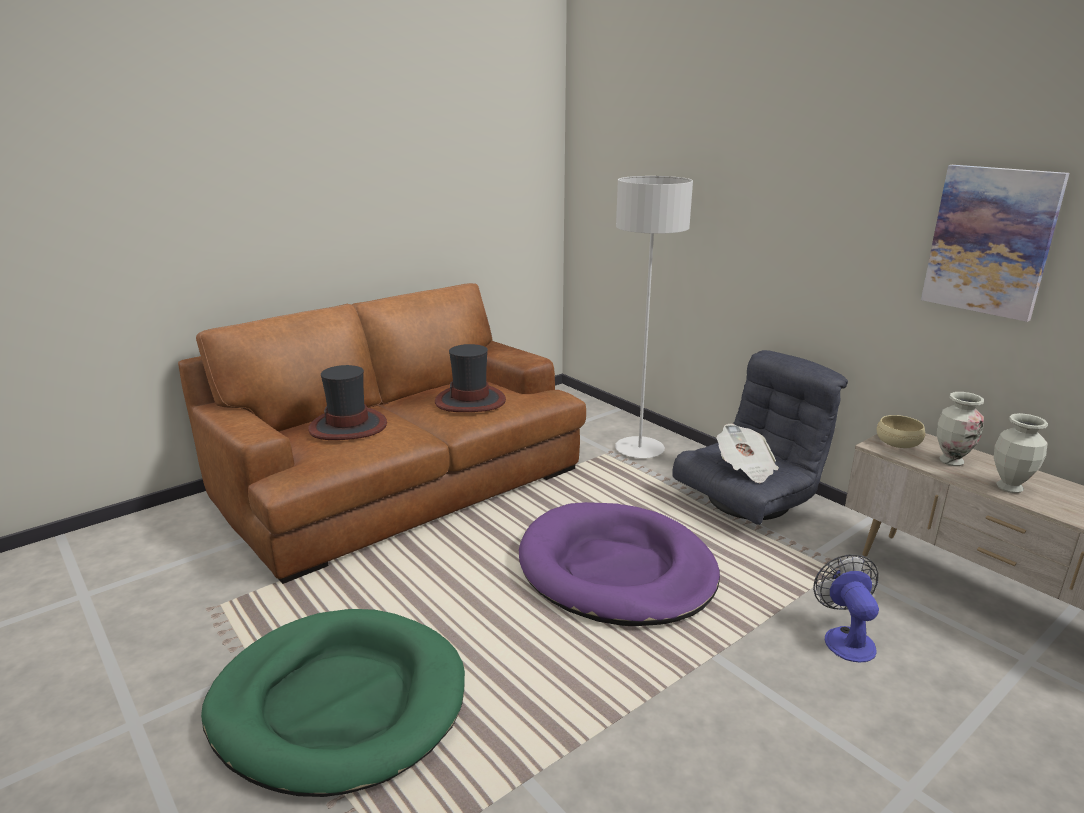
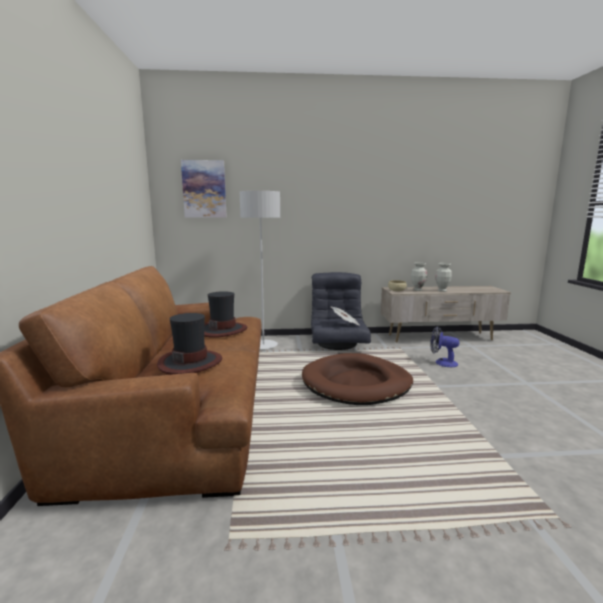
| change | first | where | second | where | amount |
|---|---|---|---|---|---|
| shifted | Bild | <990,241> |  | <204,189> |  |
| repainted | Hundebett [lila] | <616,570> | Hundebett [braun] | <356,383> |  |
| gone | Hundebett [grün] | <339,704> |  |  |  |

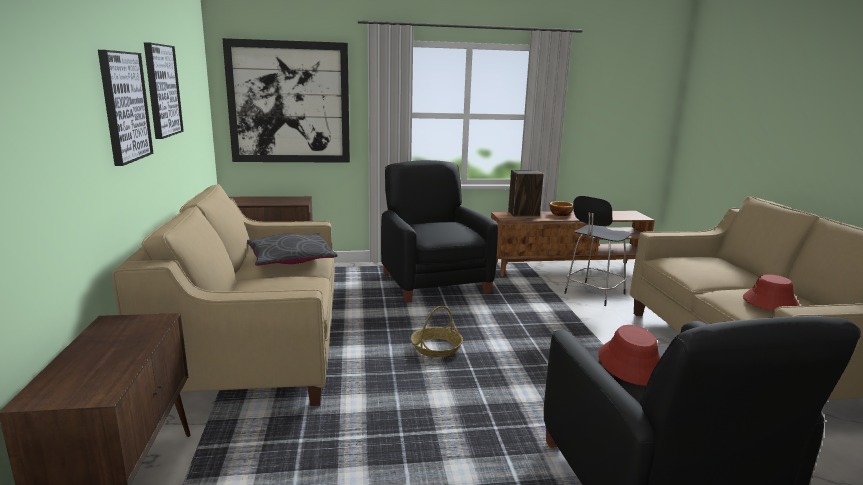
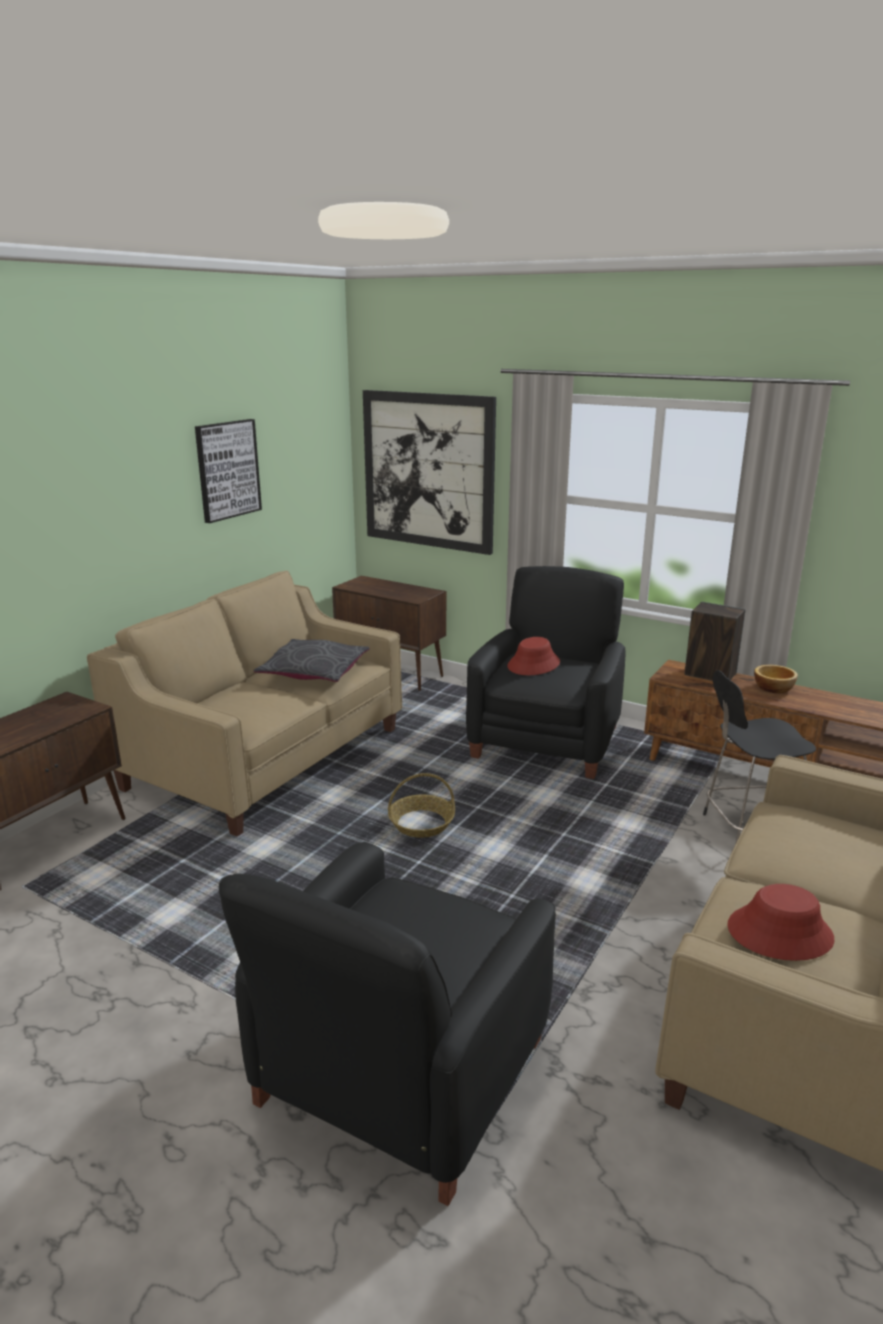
| change | first | where | second | where | amount |
|---|---|---|---|---|---|
| gone | Bild | <124,106> |  |  |  |
| shifted | Hut [rot] | <632,363> |  | <534,664> |  |

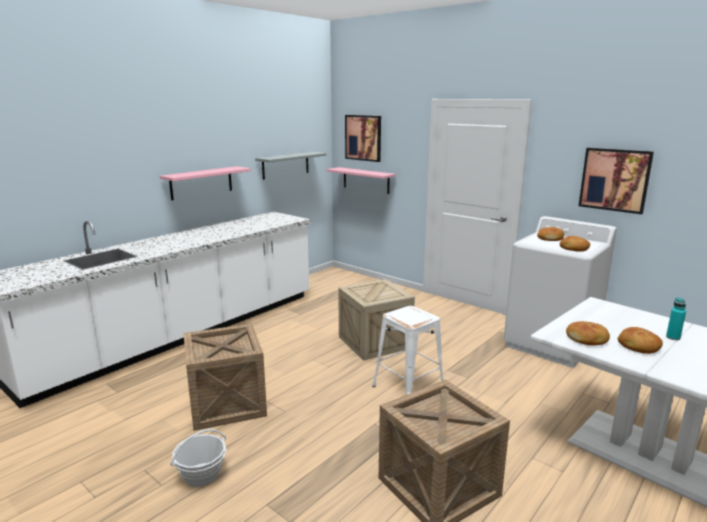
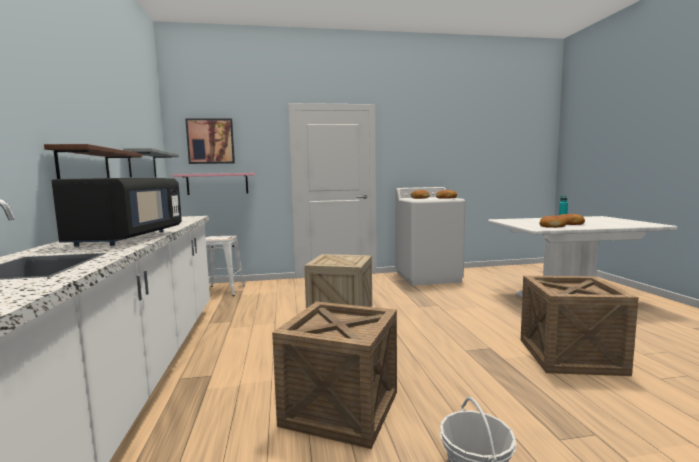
| change | first | where | second | where | amount |
|---|---|---|---|---|---|
| gone | Bild | <614,180> |  |  |  |
| repainted | Wandregal [rosa] | <201,182> | Wandregal [braun] | <84,167> |  |
| shifted | Hocker [weiß] | <408,388> |  | <222,290> |  |
| new |  |  | Mikrowelle [schwarz] | <127,238> |  |

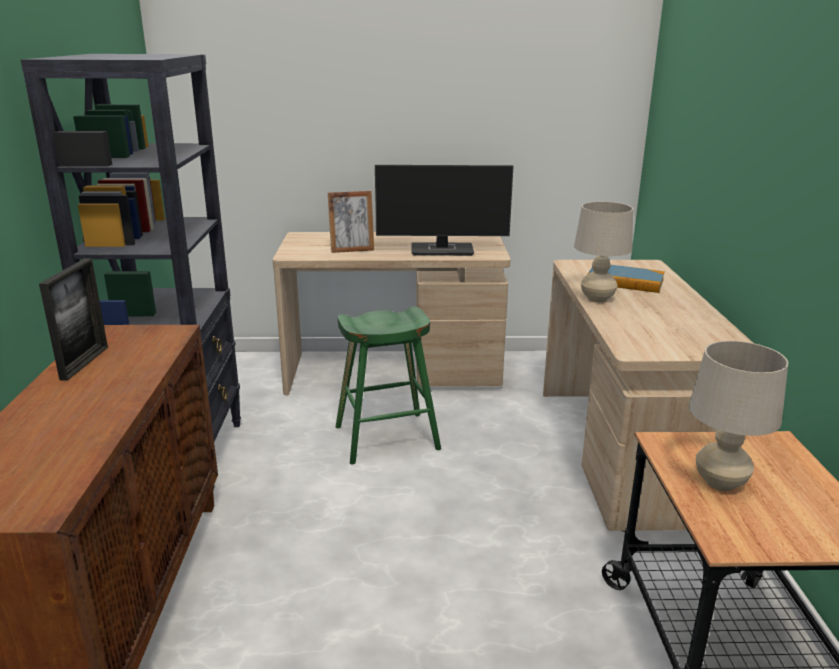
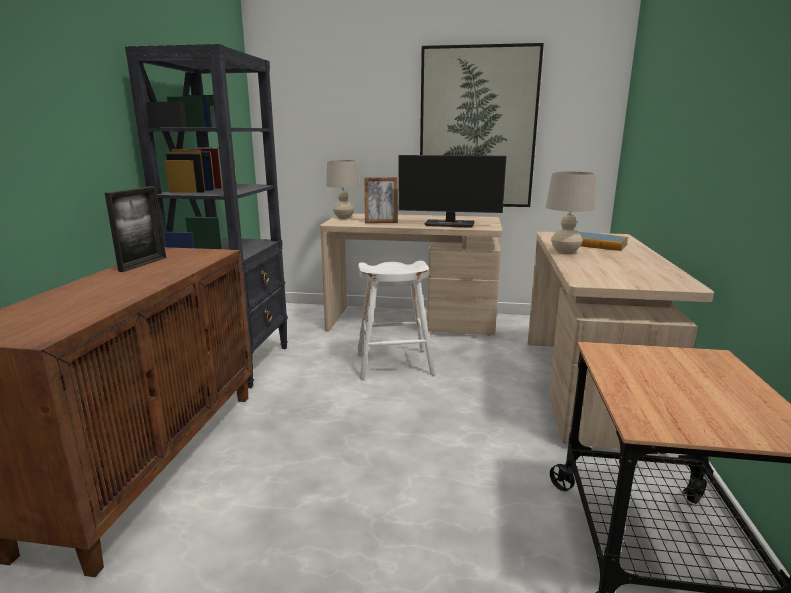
| change | first | where | second | where | amount |
|---|---|---|---|---|---|
| repainted | Hocker [grün] | <387,438> | Hocker [weiß] | <394,364> |  |
| shifted | Tischlampe [beige] | <720,482> |  | <343,218> |  |
| new |  |  | Bild | <477,129> |  |

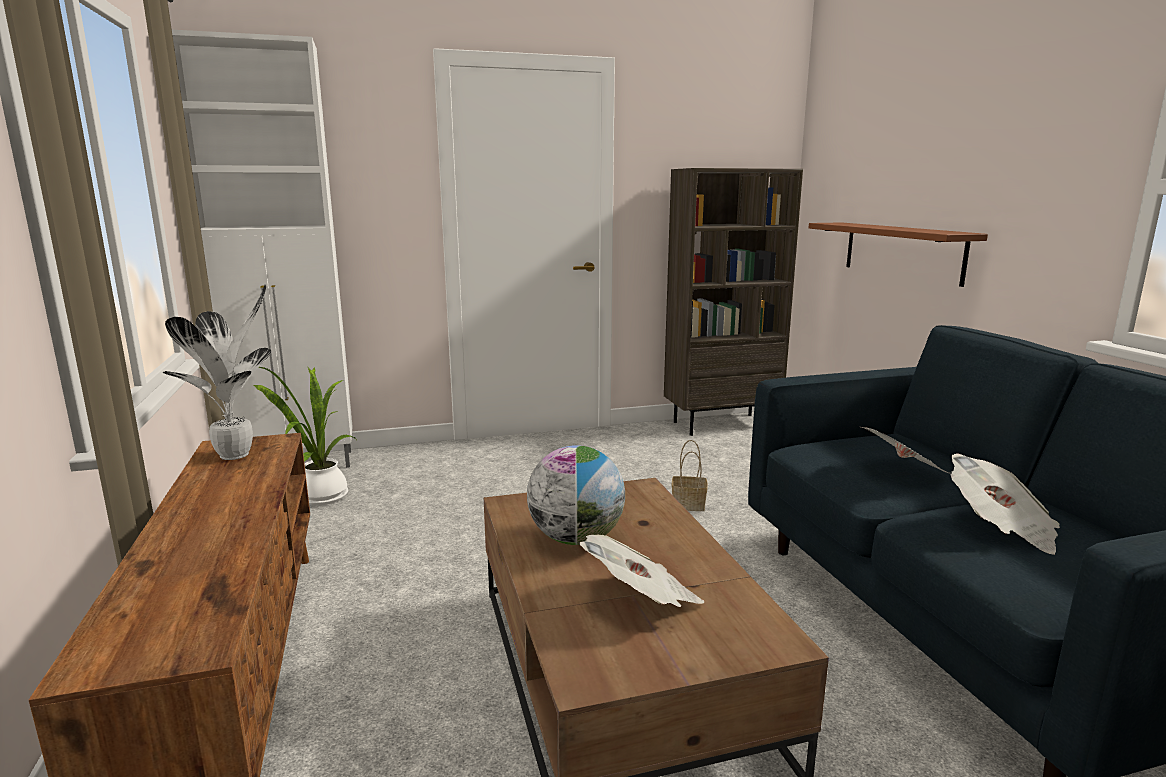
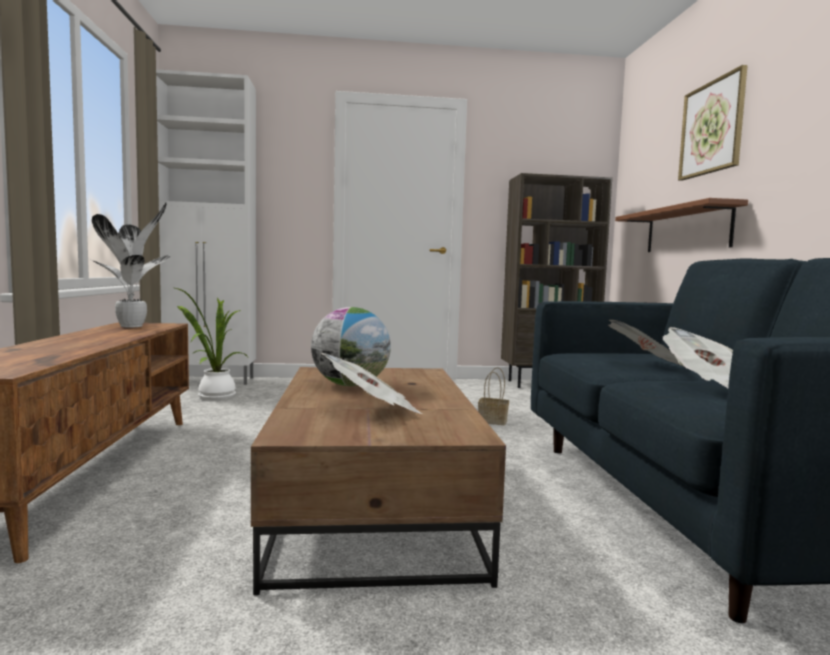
| change | first | where | second | where | amount |
|---|---|---|---|---|---|
| new |  |  | Bild | <712,128> |  |

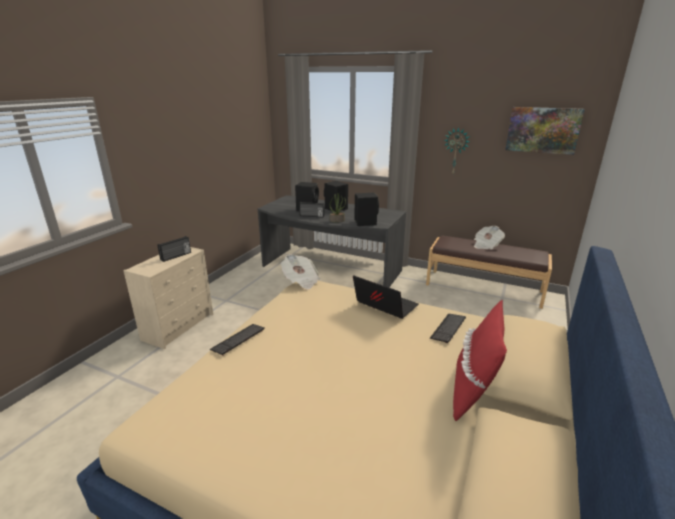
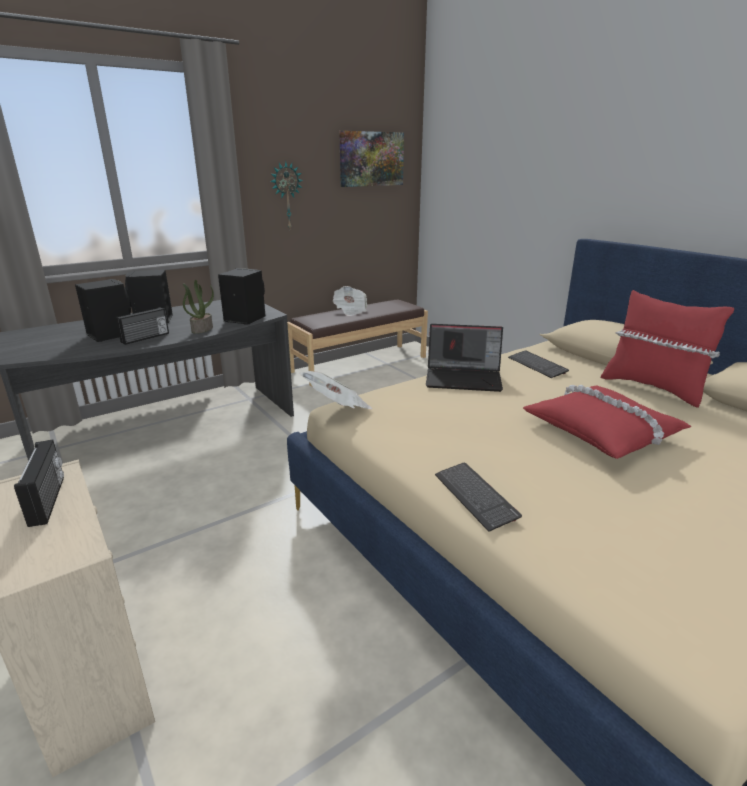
| change | first | where | second | where | amount |
|---|---|---|---|---|---|
| rotated | Laptop | <384,306> |  | <464,378> | 150 degrees counterclockwise |
| new |  |  | Kissen [rot] | <602,431> |  |

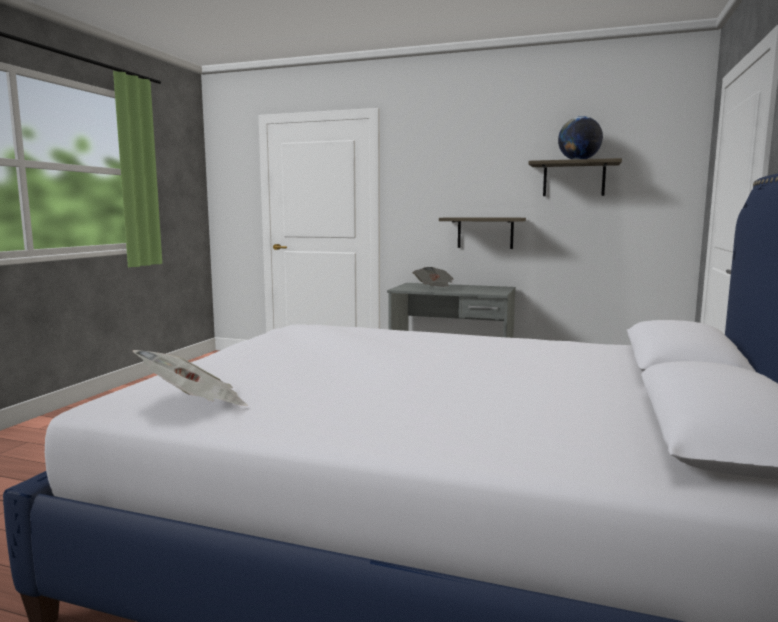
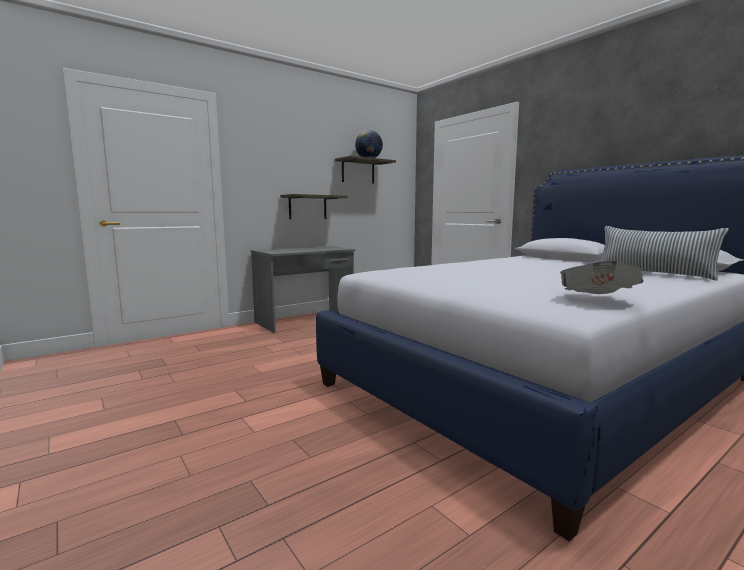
| change | first | where | second | where | amount |
|---|---|---|---|---|---|
| gone | Zeitung | <434,288> |  |  |  |
| new |  |  | Kissen | <653,274> |  |

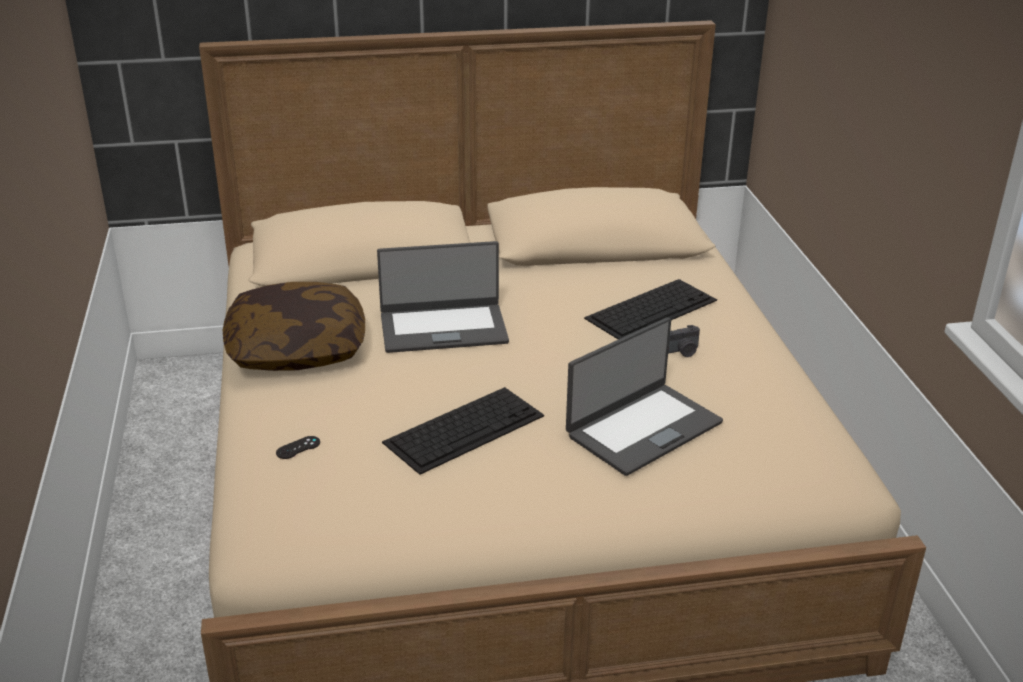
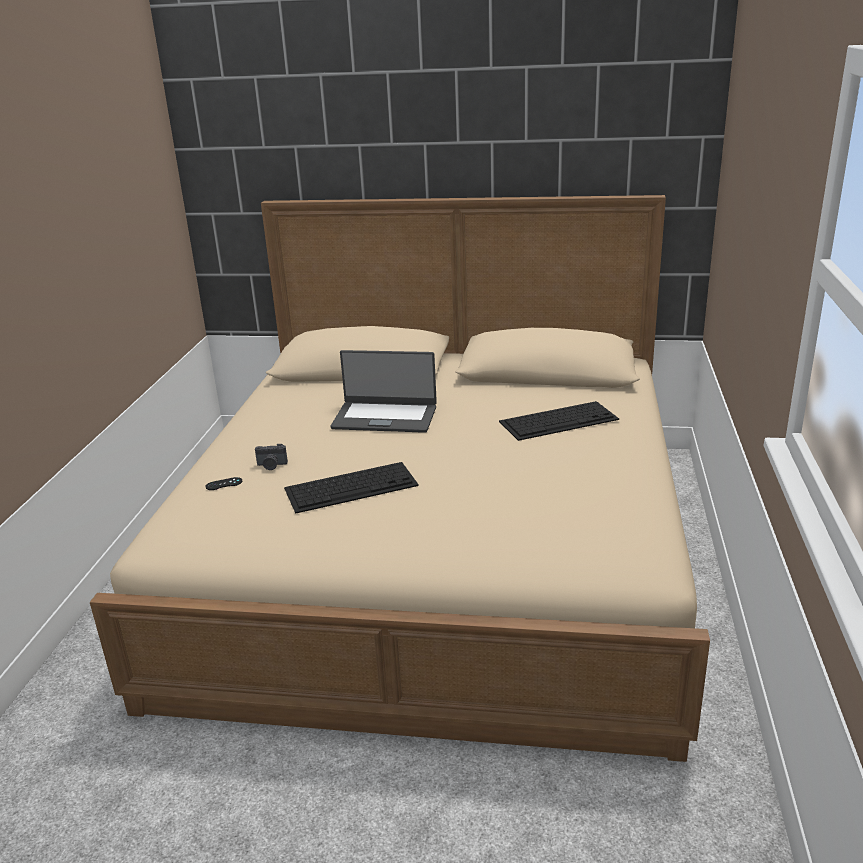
| change | first | where | second | where | amount |
|---|---|---|---|---|---|
| gone | Kissen | <297,348> |  |  |  |
| gone | Laptop | <642,428> |  |  |  |
| shifted | Kamera | <683,351> |  | <271,465> |  |

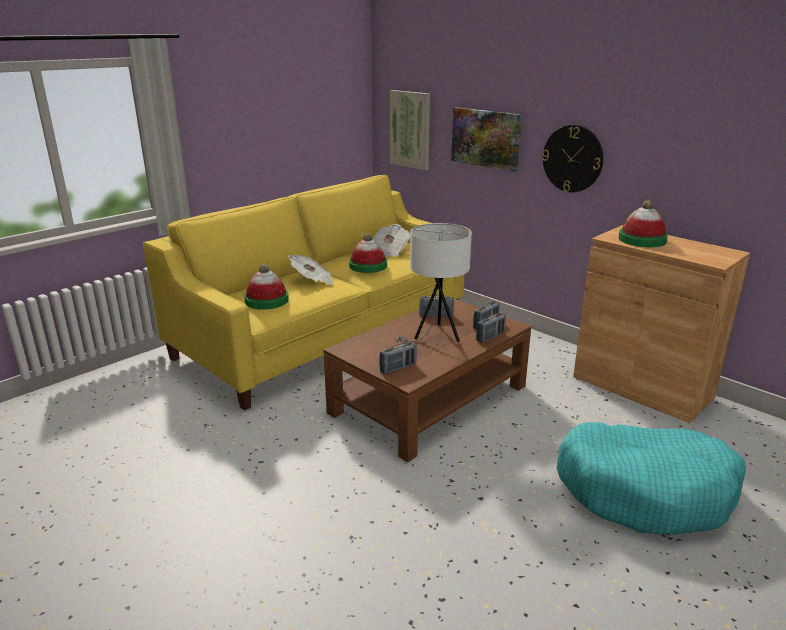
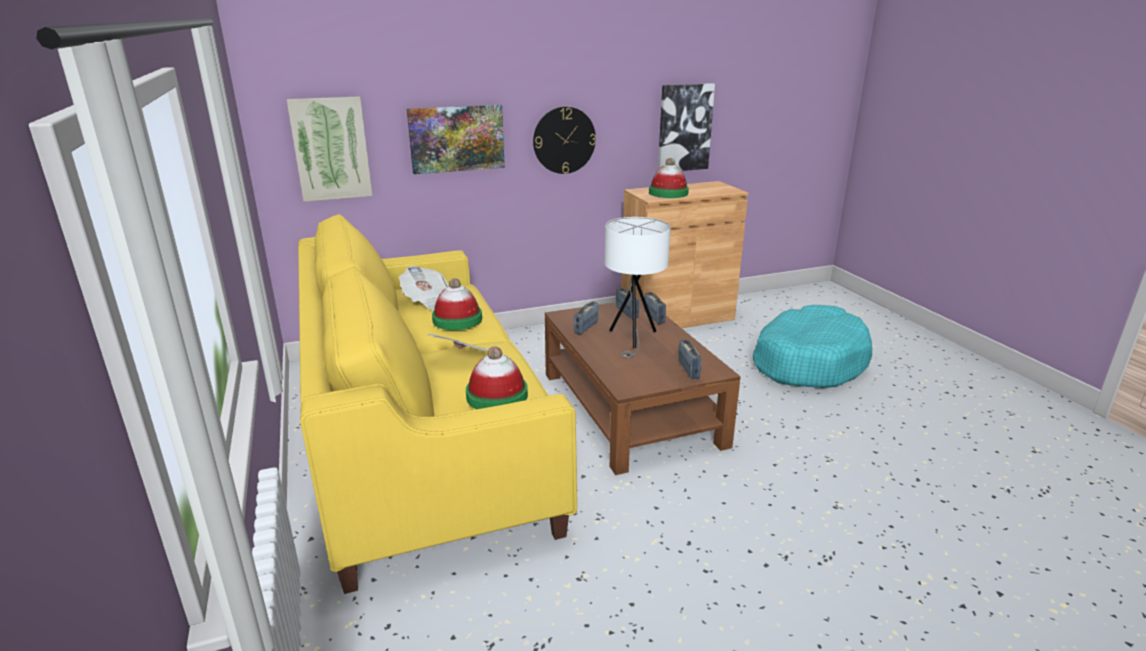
| change | first | where | second | where | amount |
|---|---|---|---|---|---|
| new |  |  | Bild | <684,128> |  |

